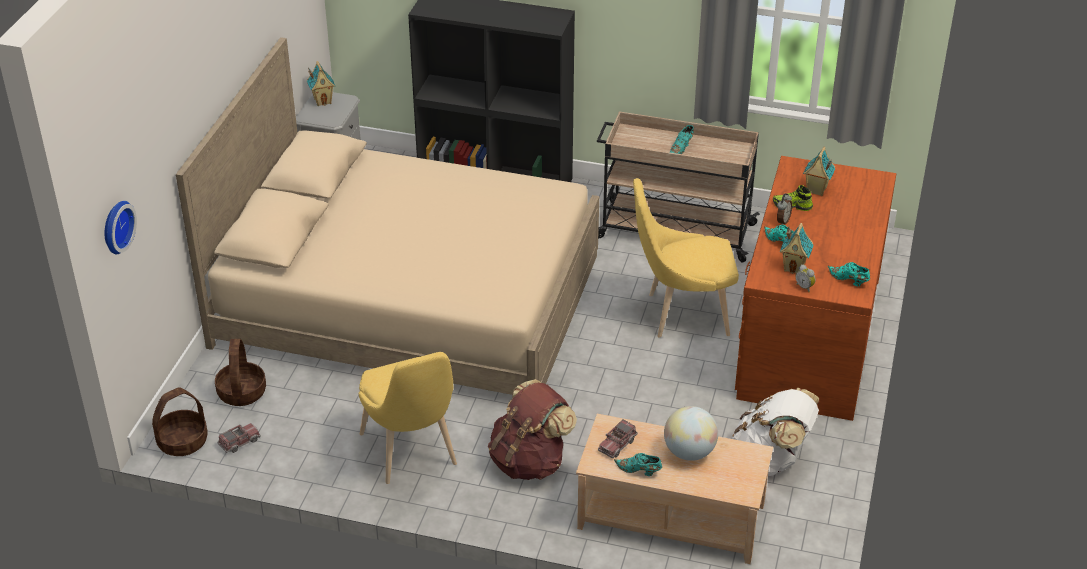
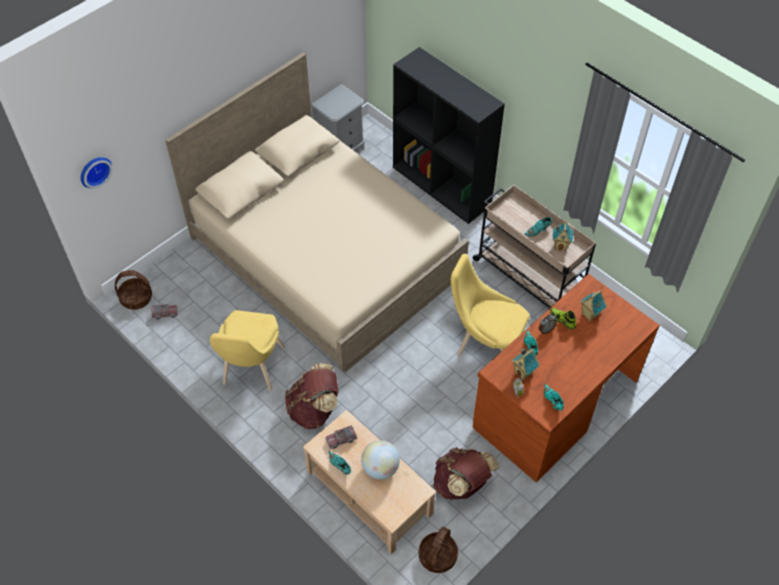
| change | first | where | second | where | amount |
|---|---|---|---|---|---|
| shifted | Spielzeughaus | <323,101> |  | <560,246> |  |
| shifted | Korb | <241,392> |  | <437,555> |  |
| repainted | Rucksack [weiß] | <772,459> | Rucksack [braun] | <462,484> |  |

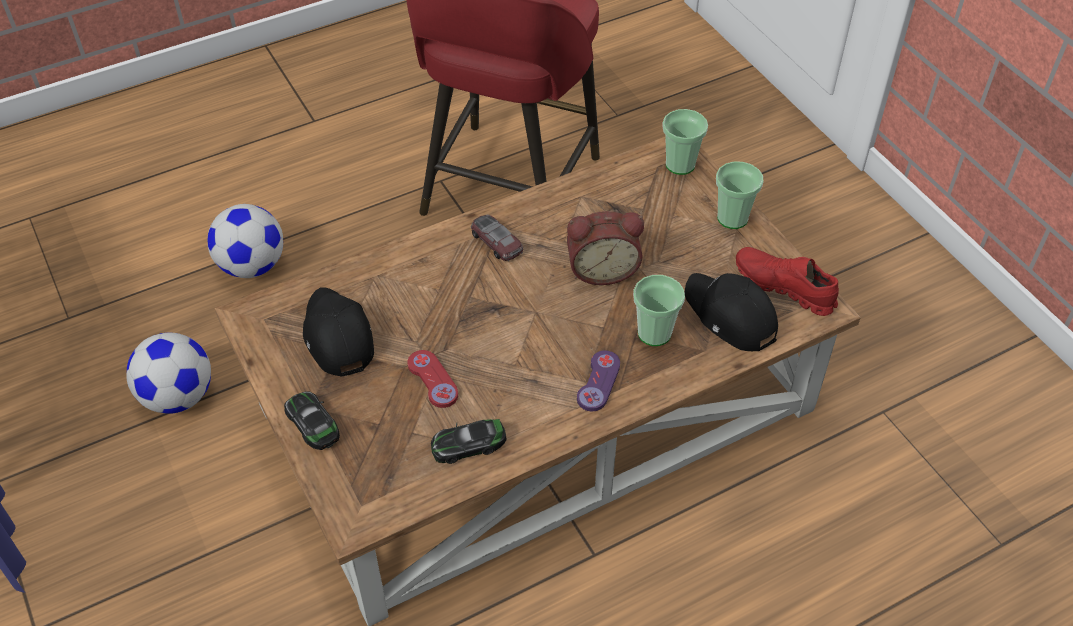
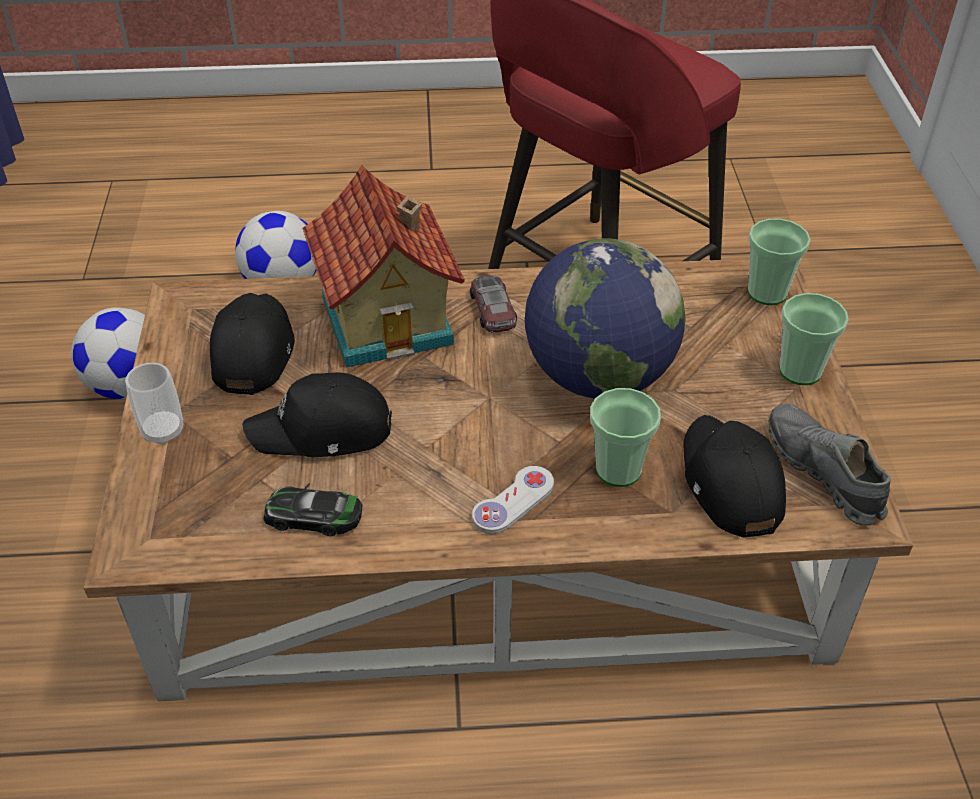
| change | first | where | second | where | amount |
|---|---|---|---|---|---|
| swapped | Wecker | <602,269> | Globus | <598,377> |  |
| repainted | Schuh [rot] | <784,287> | Schuh [grau] | <823,473> |  |
| swapped | Gamepad [rot] | <433,380> | Kappe [schwarz] | <322,431> |  |
| repainted | Gamepad [lila] | <598,382> | Gamepad [weiß] | <513,502> |  |
| swapped | Spielzeugauto | <313,424> | Tasse | <163,431> |  |
| new |  |  | Spielzeughaus | <390,319> |  |

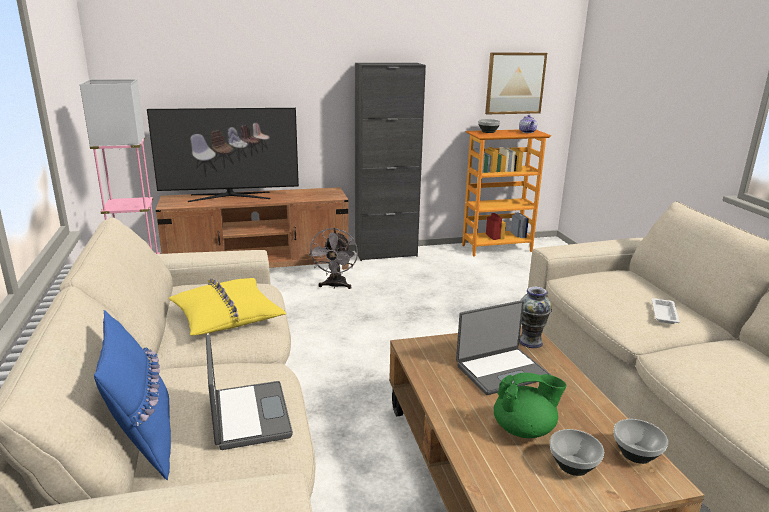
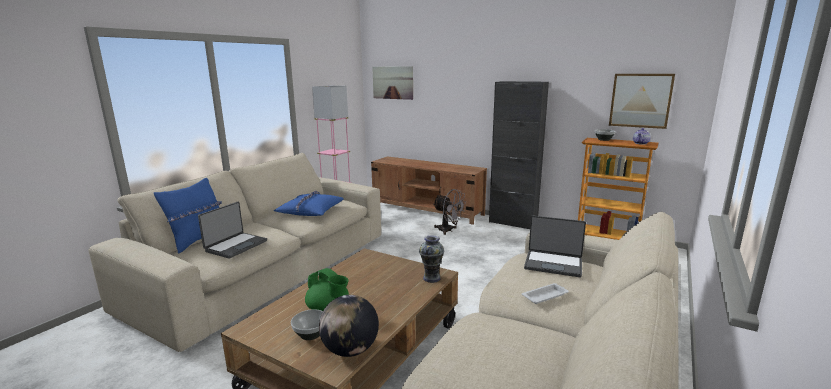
| change | first | where | second | where | amount |
|---|---|---|---|---|---|
| gone | Fernseher | <229,196> |  |  |  |
| rotated | Ventilator [grau] | <335,286> |  | <448,230> | 105 degrees counterclockwise |
| repainted | Kissen [gelb] | <226,316> | Kissen [blau] | <310,211> |  |
| shifted | Laptop | <501,371> |  | <553,264> |  |
| swapped | Schüssel | <636,455> | Globus | <350,350> |  |
| new |  |  | Bild | <393,82> |  |

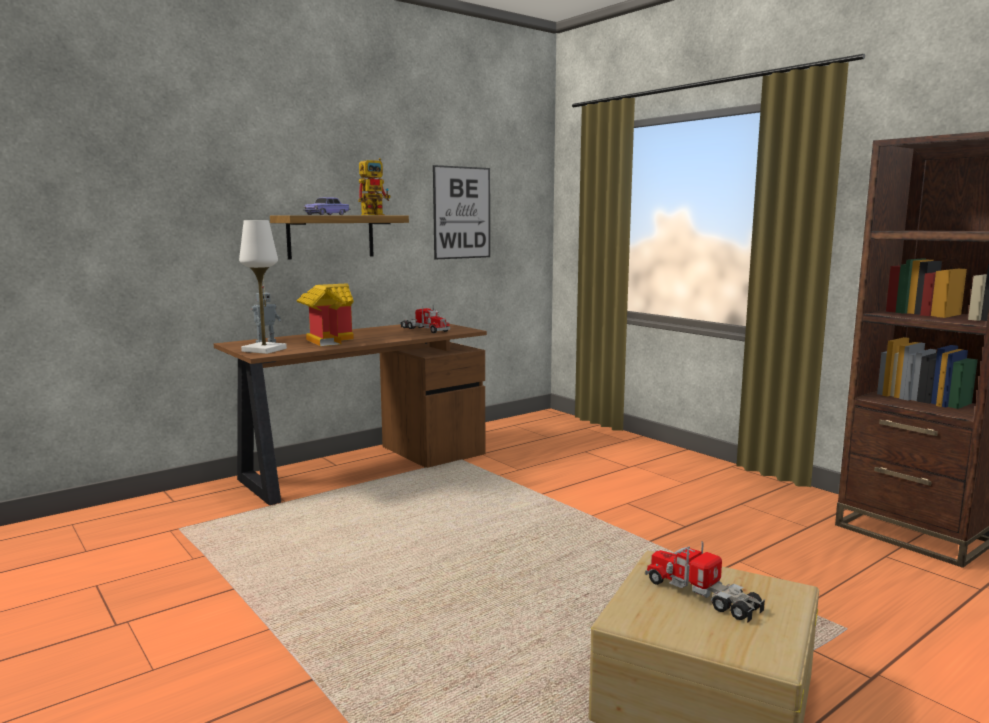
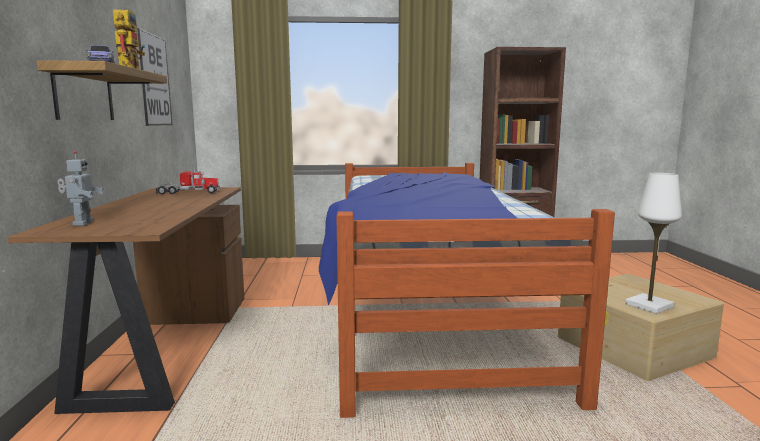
| change | first | where | second | where | amount |
|---|---|---|---|---|---|
| shifted | Tischlampe [weiß] | <264,350> |  | <649,305> |  |
| gone | Spielzeughaus | <327,340> |  |  |  |
| gone | Spielzeuglaster | <702,595> |  |  |  |
| new |  |  | Bett | <425,310> |  |

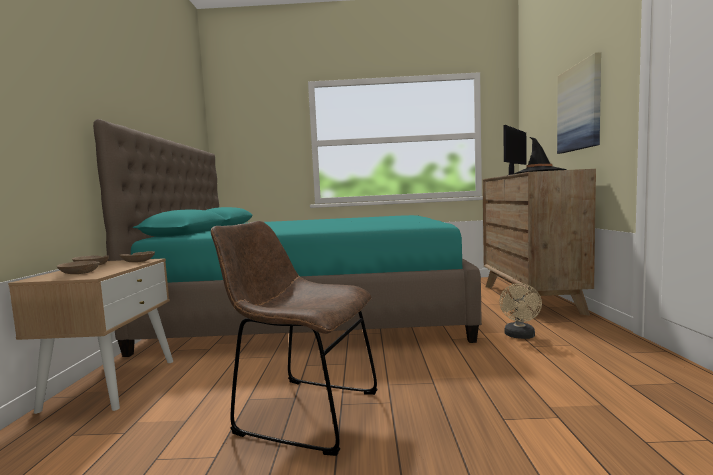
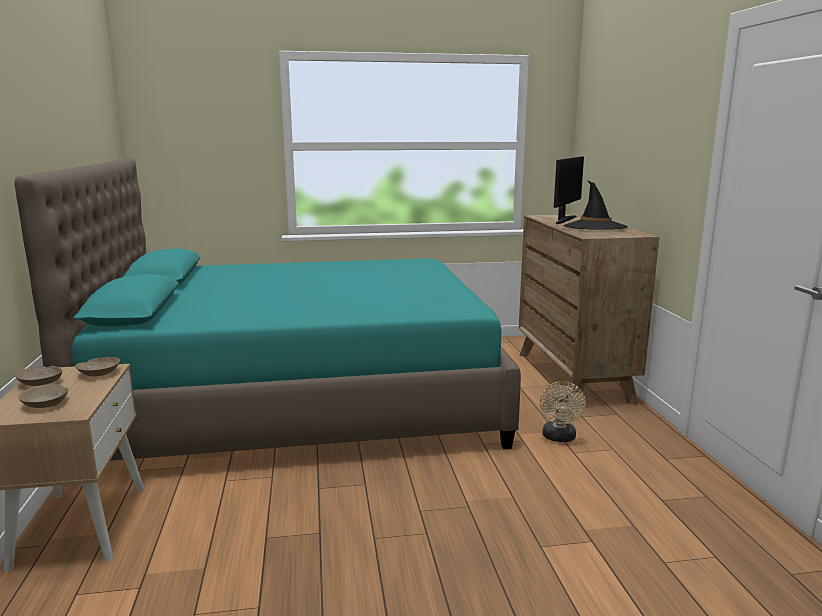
| change | first | where | second | where | amount |
|---|---|---|---|---|---|
| gone | Bild | <579,107> |  |  |  |
| gone | Stuhl [braun] | <302,411> |  |  |  |

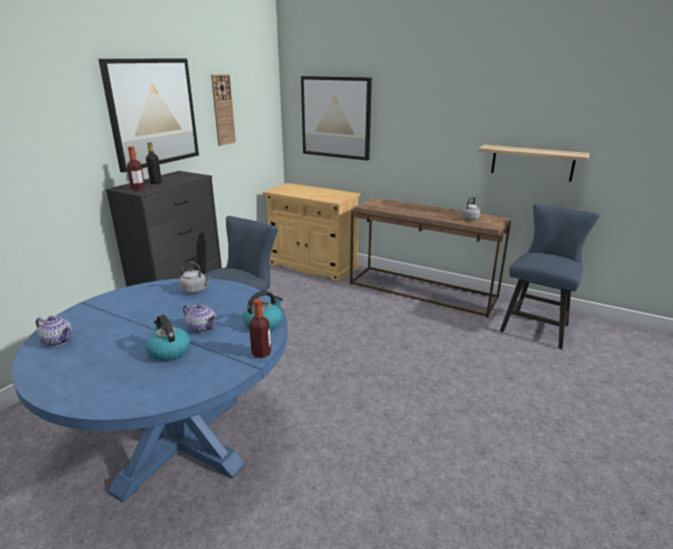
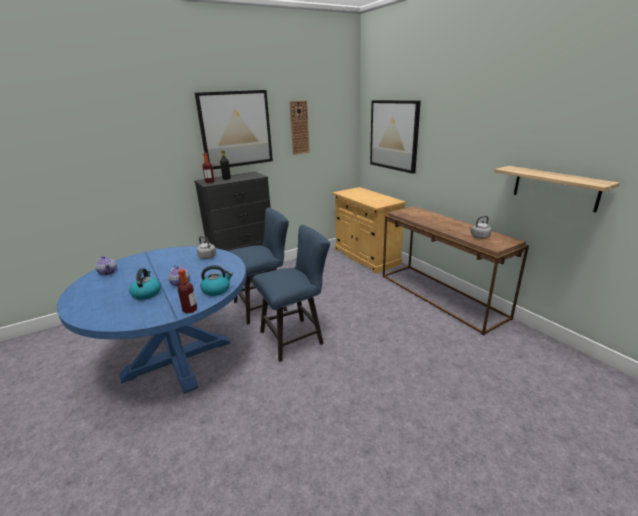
| change | first | where | second | where | amount |
|---|---|---|---|---|---|
| shifted | Stuhl [blau] | <537,326> |  | <296,337> |  |

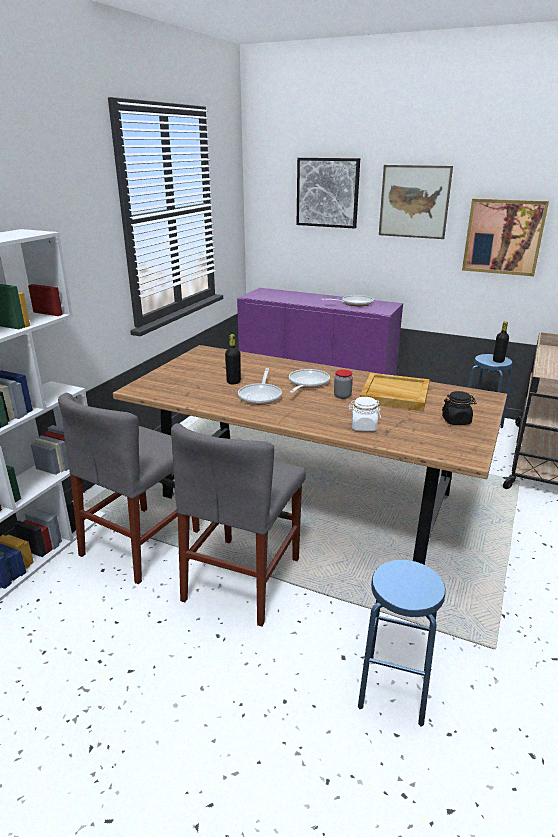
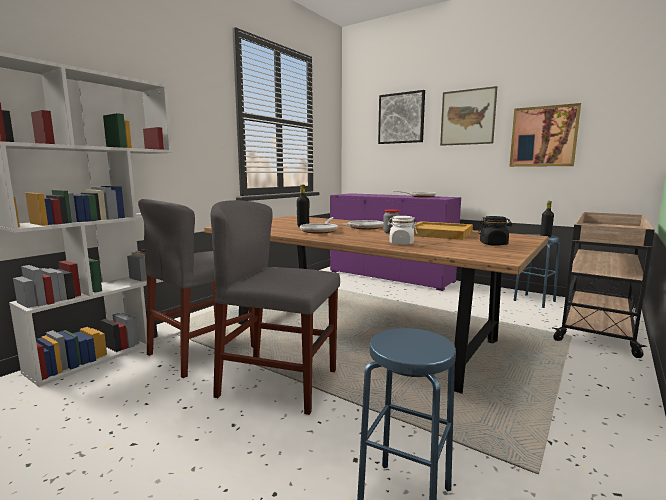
| change | first | where | second | where | amount |
|---|---|---|---|---|---|
| rotated | Stuhl [grau] | <243,578> |  | <279,383> | 75 degrees clockwise |

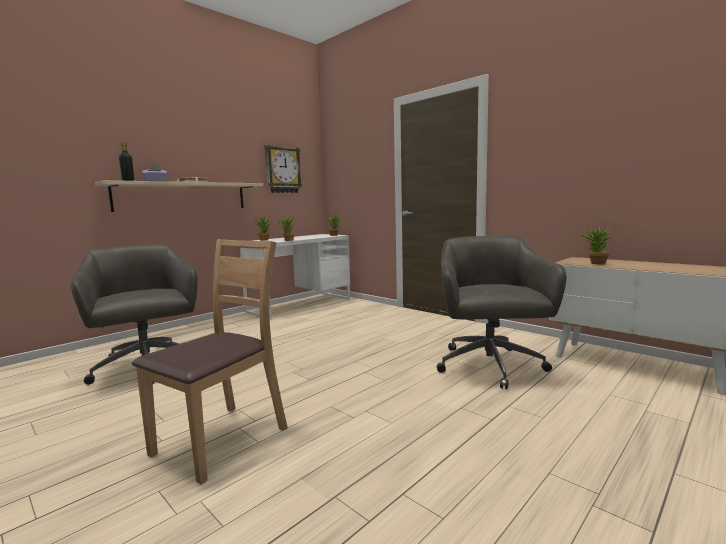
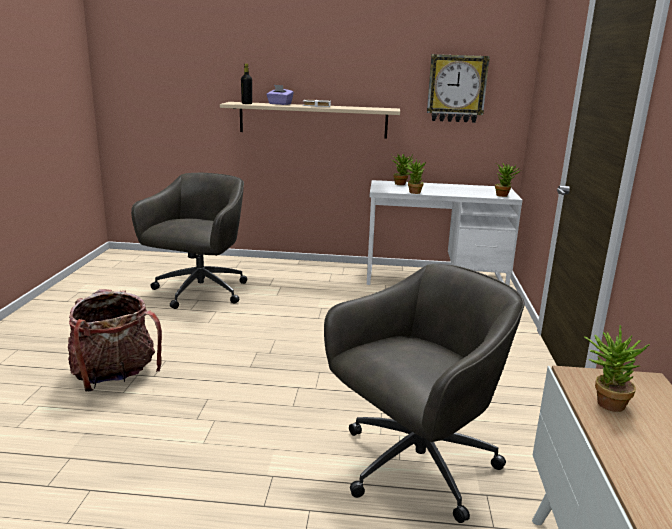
| change | first | where | second | where | amount |
|---|---|---|---|---|---|
| swapped | Stuhl [braun] | <222,440> | Rucksack | <115,376> |  |

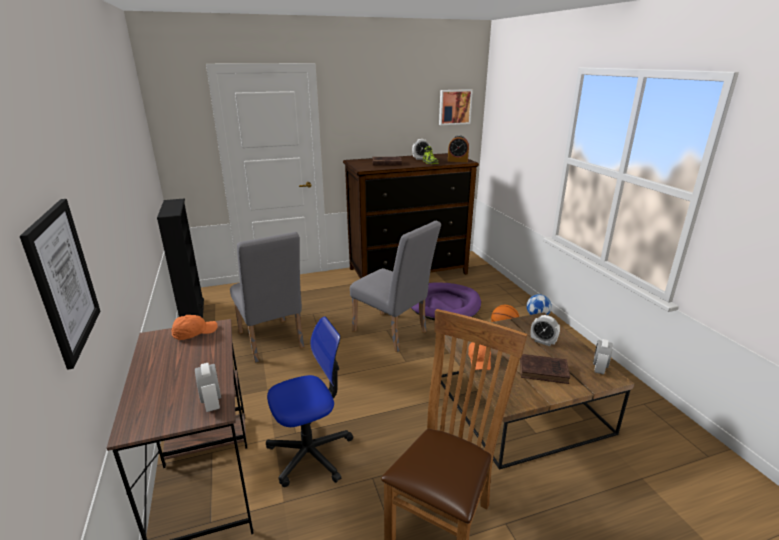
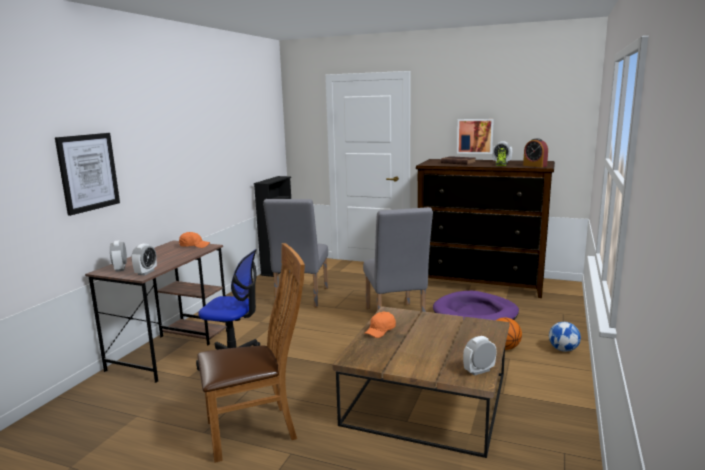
| change | first | where | second | where | amount |
|---|---|---|---|---|---|
| shifted | Bild | <454,107> |  | <475,136> |  |
| shifted | Wecker | <543,342> |  | <120,268> |  |
| gone | Buch [braun] | <545,371> |  |  |  |

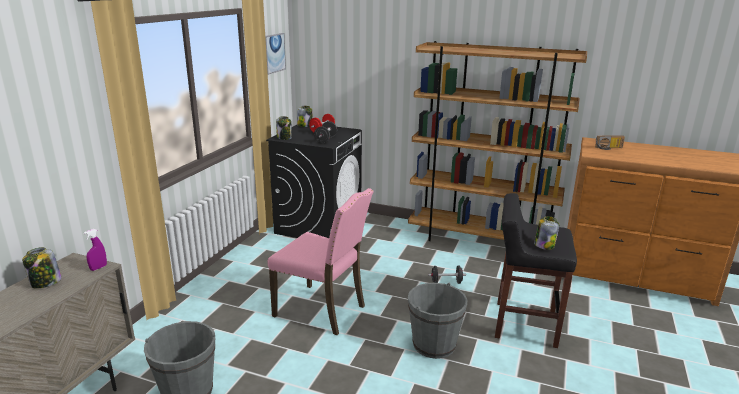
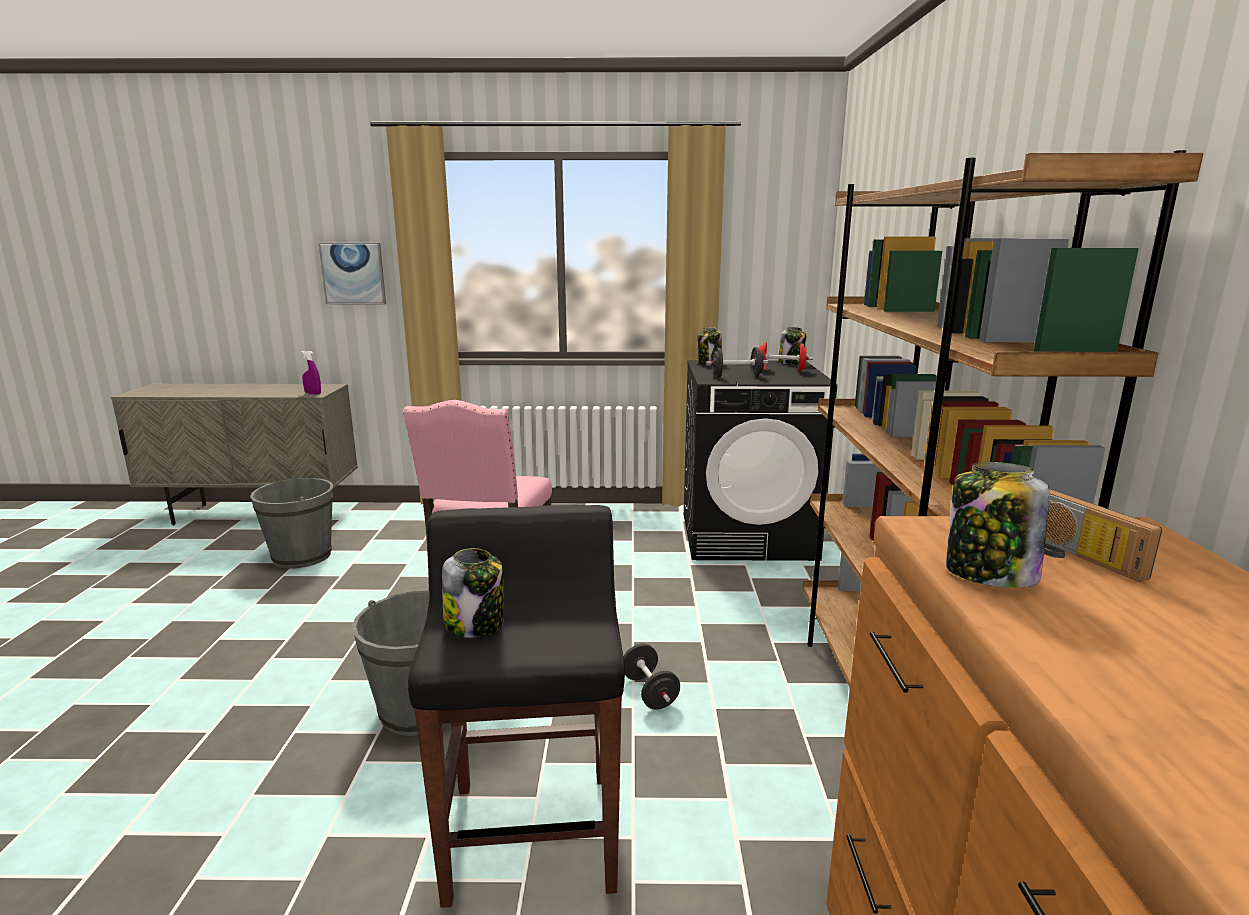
| change | first | where | second | where | amount |
|---|---|---|---|---|---|
| shifted | Bild | <273,53> |  | <353,273> |  |
| shifted | Vorratsglas | <45,283> |  | <988,574> |  |

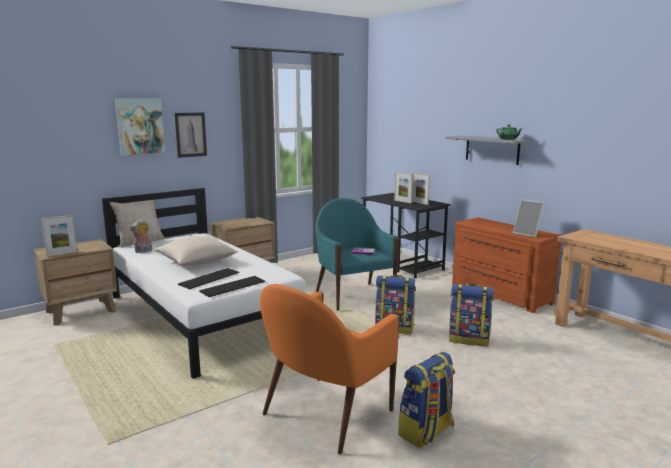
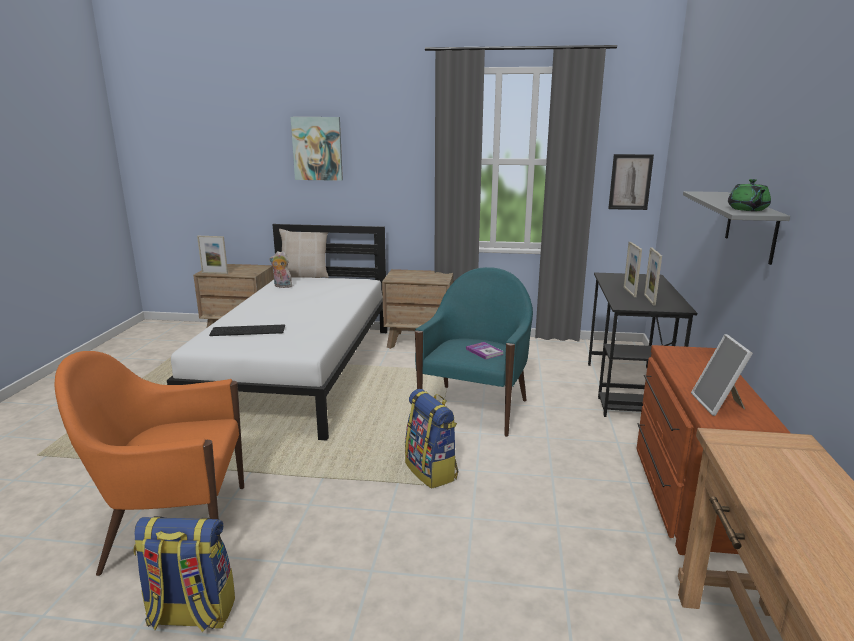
| change | first | where | second | where | amount |
|---|---|---|---|---|---|
| shifted | Bild | <190,134> |  | <630,182> |  |
| gone | Kissen [beige] | <196,262> |  |  |  |
| gone | Tastatur | <233,286> |  |  |  |
| gone | Rucksack | <469,339> |  |  |  |

